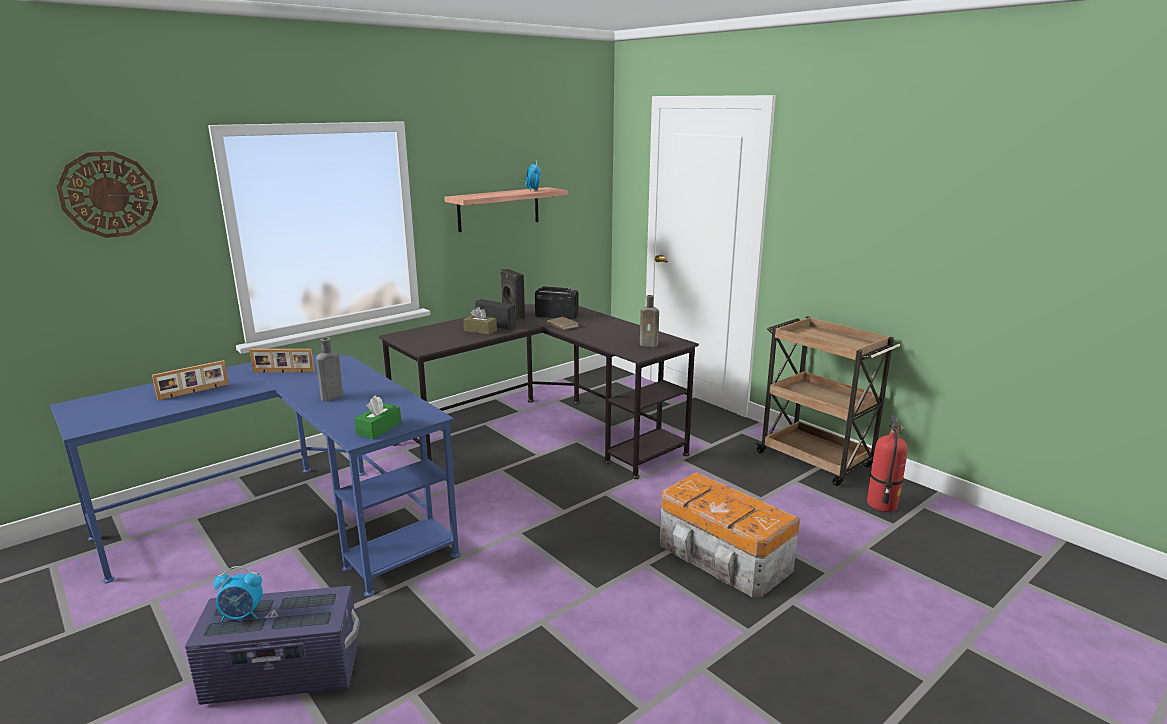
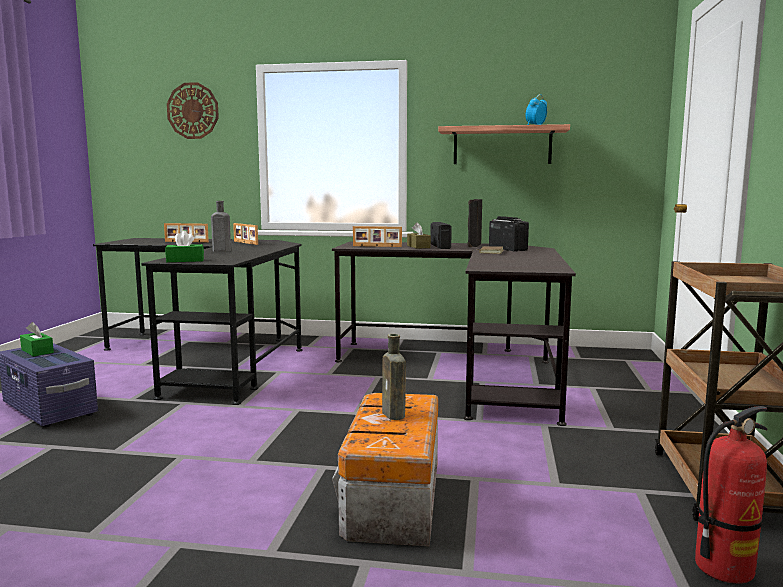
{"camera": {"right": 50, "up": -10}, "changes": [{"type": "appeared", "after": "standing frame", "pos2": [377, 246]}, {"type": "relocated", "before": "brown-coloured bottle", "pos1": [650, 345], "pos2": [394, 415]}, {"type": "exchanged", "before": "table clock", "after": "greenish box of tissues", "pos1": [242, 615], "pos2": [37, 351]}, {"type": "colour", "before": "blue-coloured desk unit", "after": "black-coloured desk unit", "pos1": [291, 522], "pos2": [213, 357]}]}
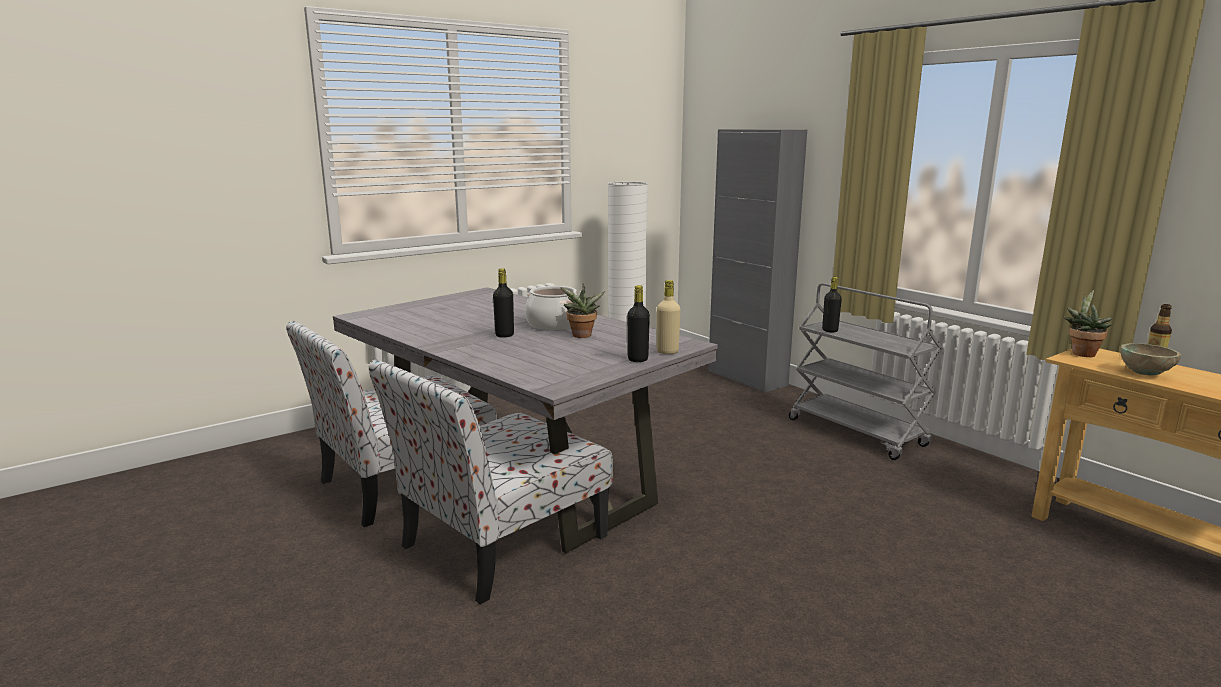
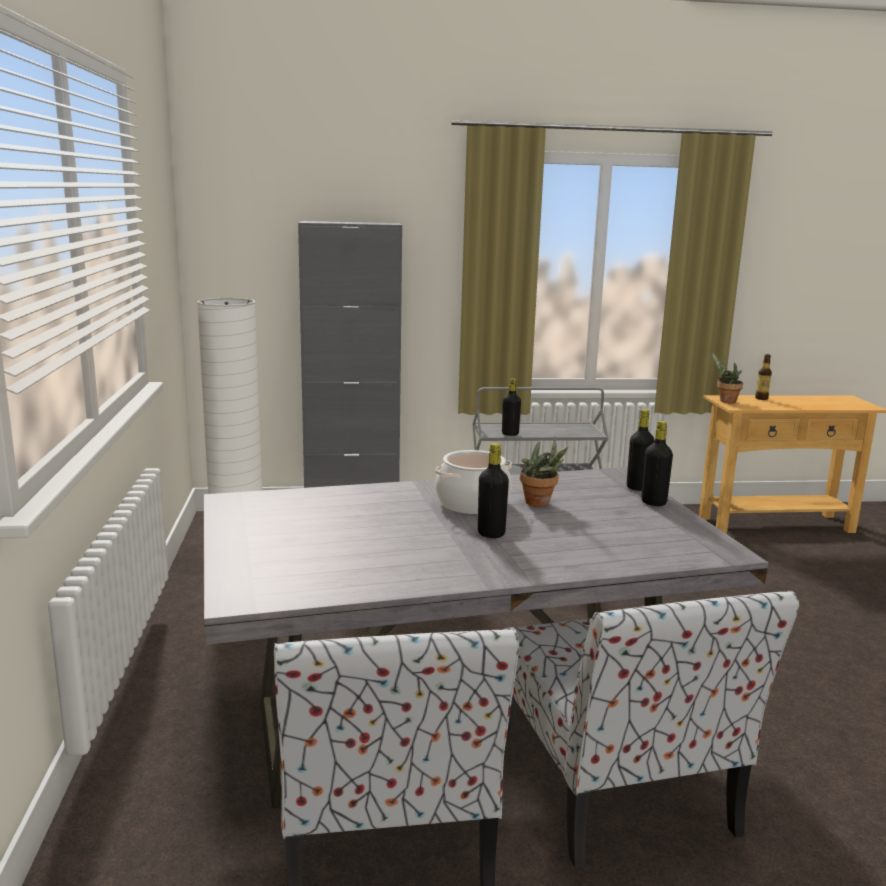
{"camera": {"right": -60, "up": 0}, "changes": [{"type": "missing", "before": "sand-coloured deep dish", "pos1": [1145, 374]}, {"type": "colour", "before": "sand-coloured bottle", "after": "black-coloured bottle", "pos1": [667, 352], "pos2": [637, 487]}]}
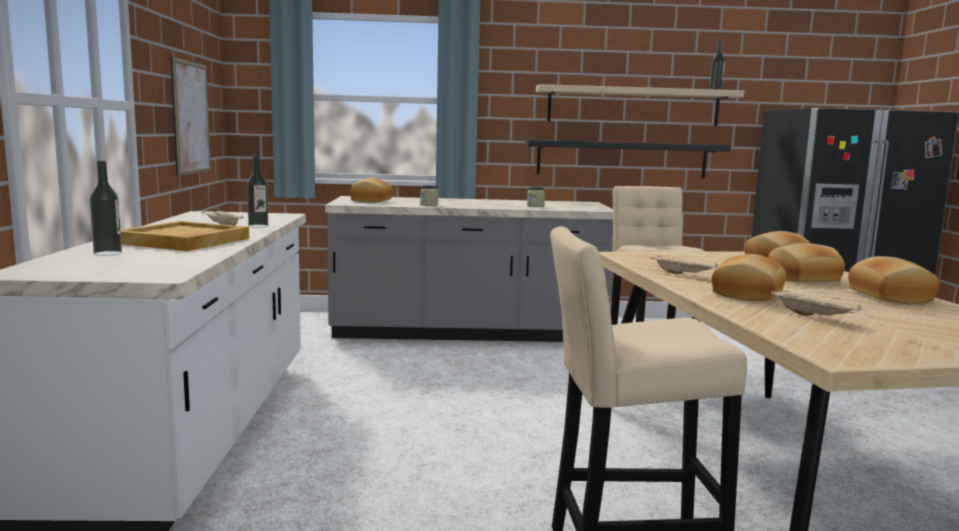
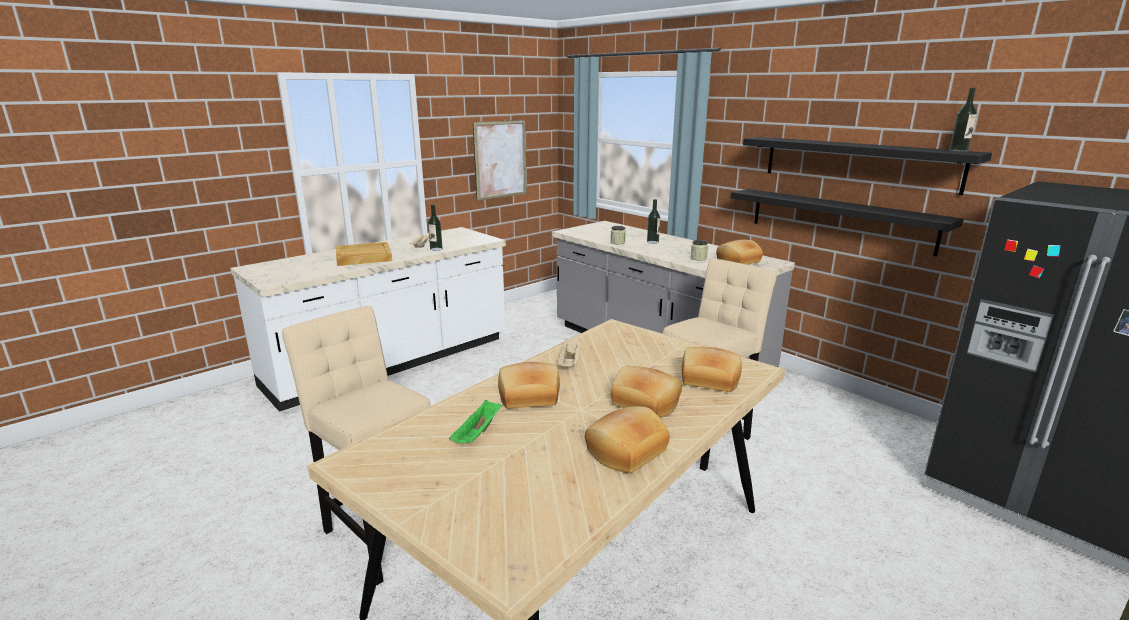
{"camera": {"right": 50, "up": 10}, "changes": [{"type": "relocated", "before": "bottle", "pos1": [108, 253], "pos2": [652, 242]}, {"type": "relocated", "before": "baked bread", "pos1": [372, 201], "pos2": [739, 262]}, {"type": "colour", "before": "sand-coloured bracket shelf", "after": "black-coloured bracket shelf", "pos1": [633, 106], "pos2": [858, 163]}, {"type": "colour", "before": "sand-coloured carrying tray", "after": "greenish carrying tray", "pos1": [814, 316], "pos2": [478, 434]}]}
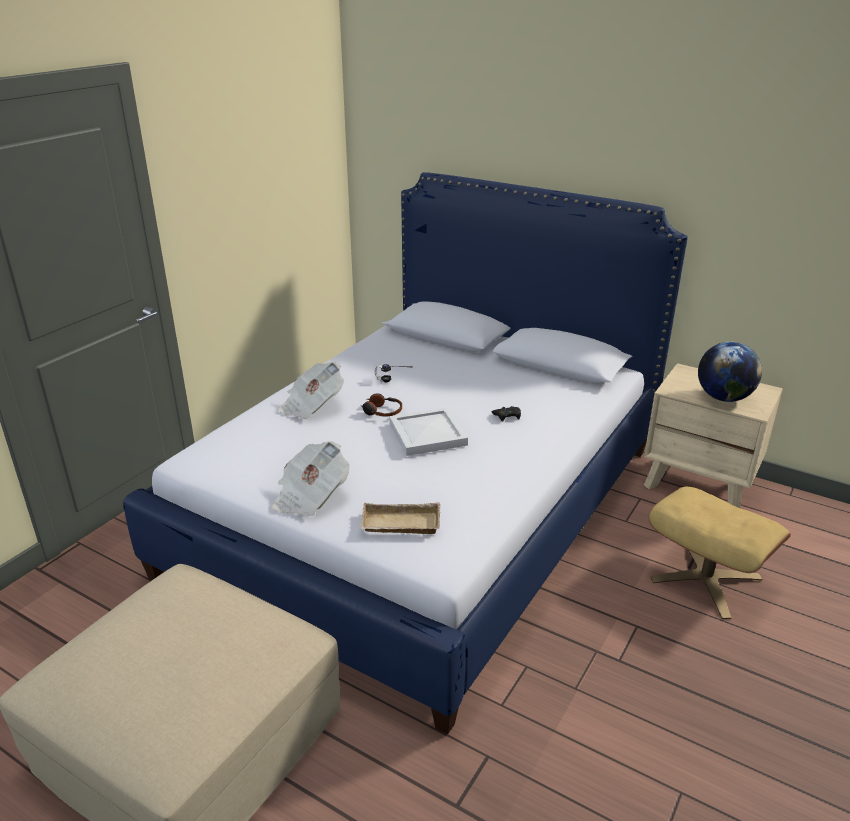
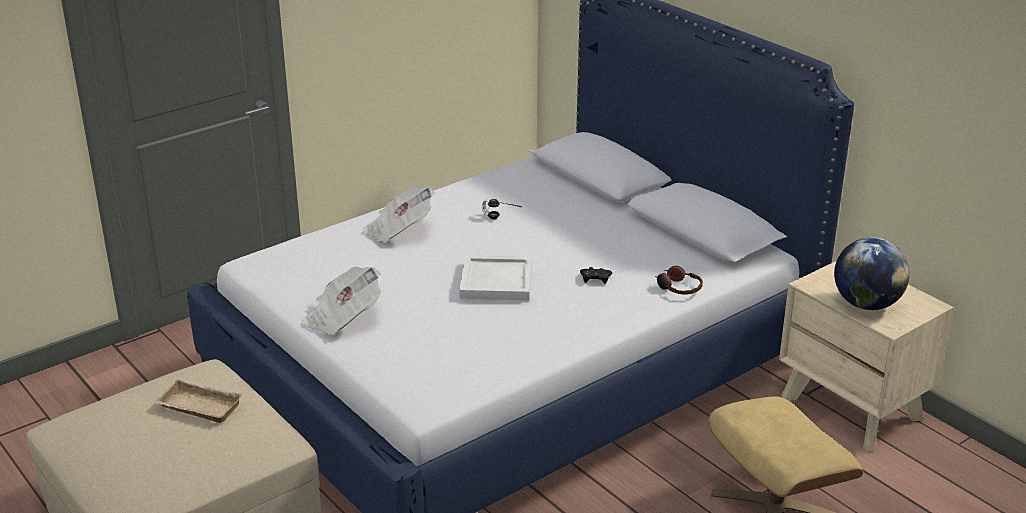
{"camera": {"right": 20, "up": 0}, "changes": [{"type": "relocated", "before": "headset", "pos1": [381, 411], "pos2": [678, 287]}, {"type": "relocated", "before": "sand-coloured carrying tray", "pos1": [399, 525], "pos2": [197, 408]}]}
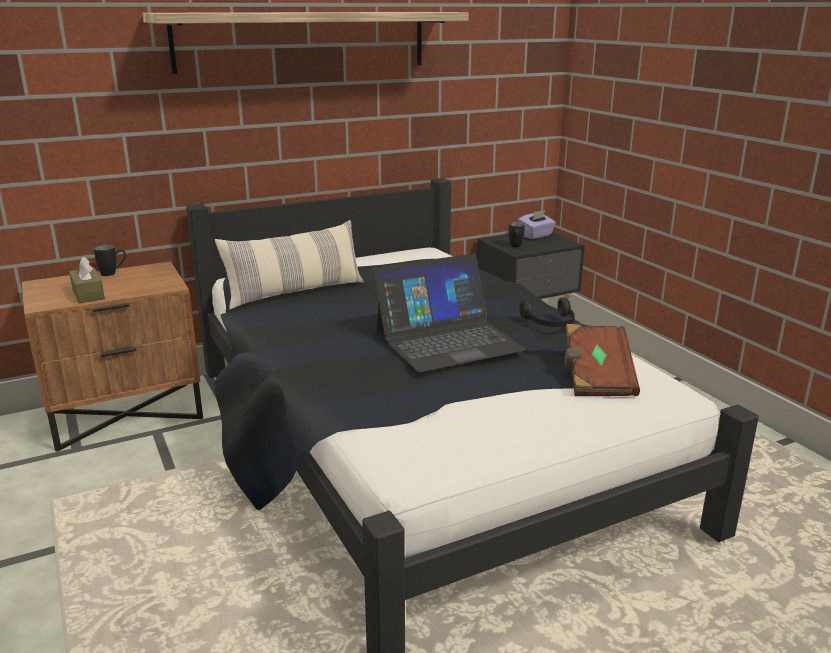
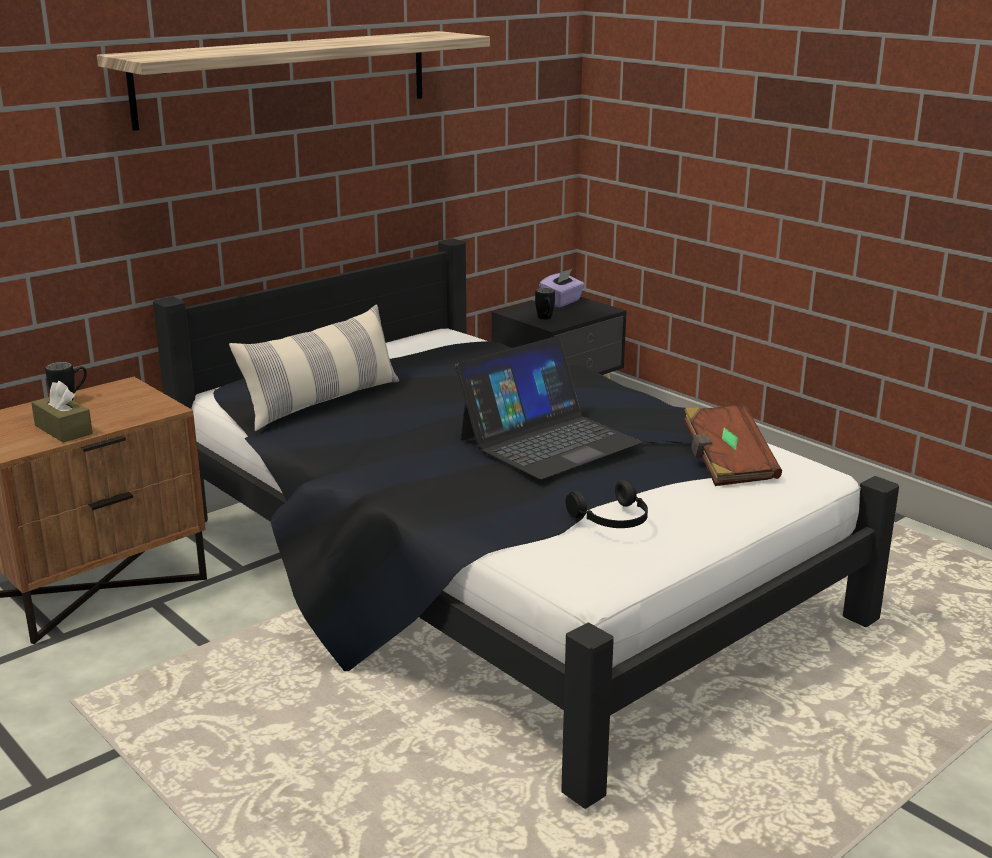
{"camera": {"right": -15, "up": 0}, "changes": [{"type": "relocated", "before": "black-coloured headset", "pos1": [550, 323], "pos2": [613, 520]}]}
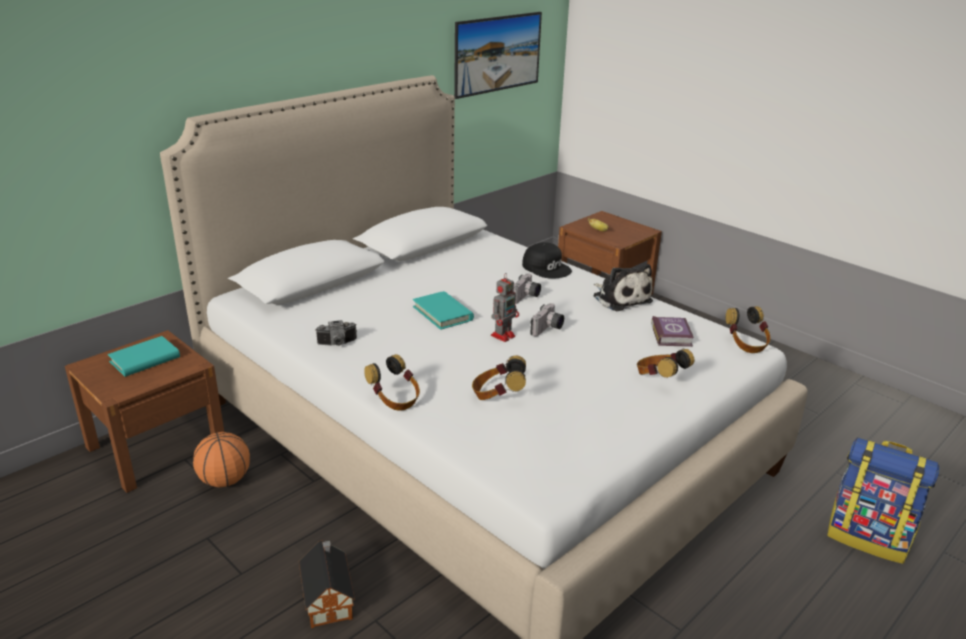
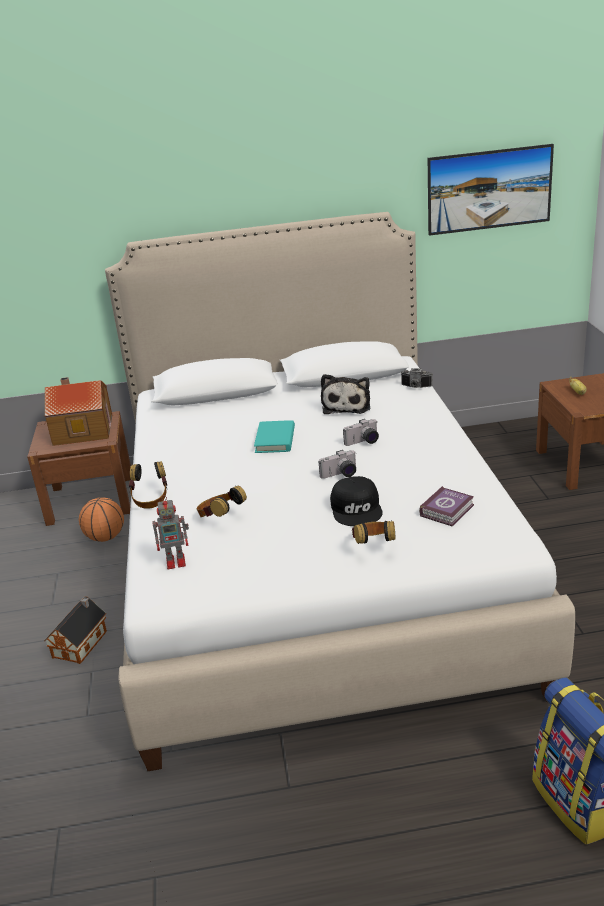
{"camera": {"right": 40, "up": 0}, "changes": [{"type": "missing", "before": "headset", "pos1": [746, 344]}, {"type": "relocated", "before": "still camera", "pos1": [338, 344], "pos2": [415, 387]}, {"type": "relocated", "before": "robot figure", "pos1": [503, 335], "pos2": [177, 561]}, {"type": "relocated", "before": "black-coloured baseball cap", "pos1": [547, 268], "pos2": [357, 508]}, {"type": "relocated", "before": "cuddly toy", "pos1": [620, 298], "pos2": [347, 405]}, {"type": "exchanged", "before": "turquoise volume", "after": "miniature house", "pos1": [145, 360], "pos2": [82, 429]}]}
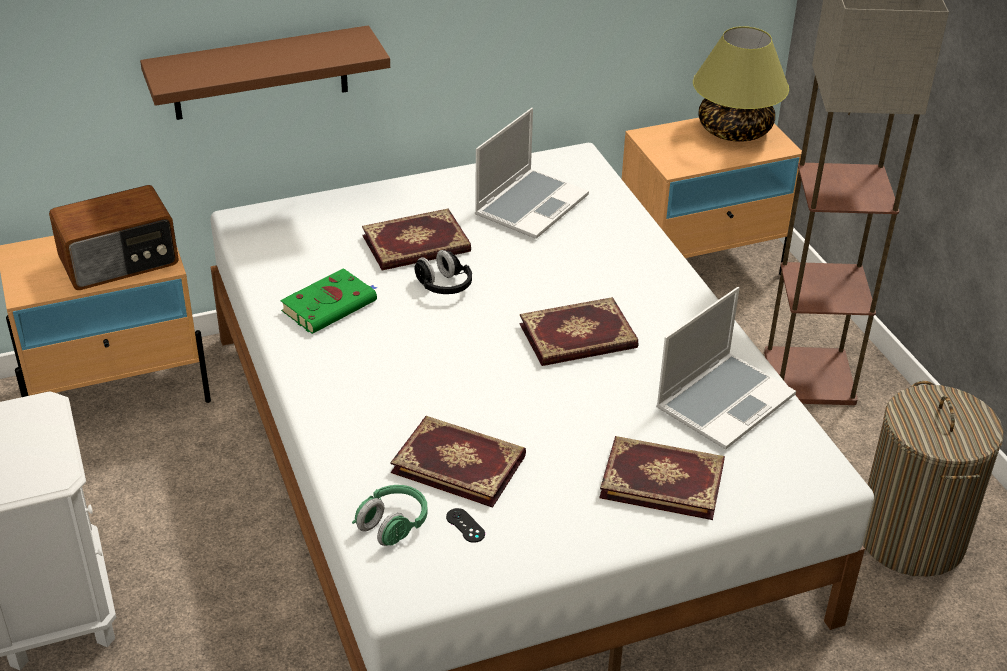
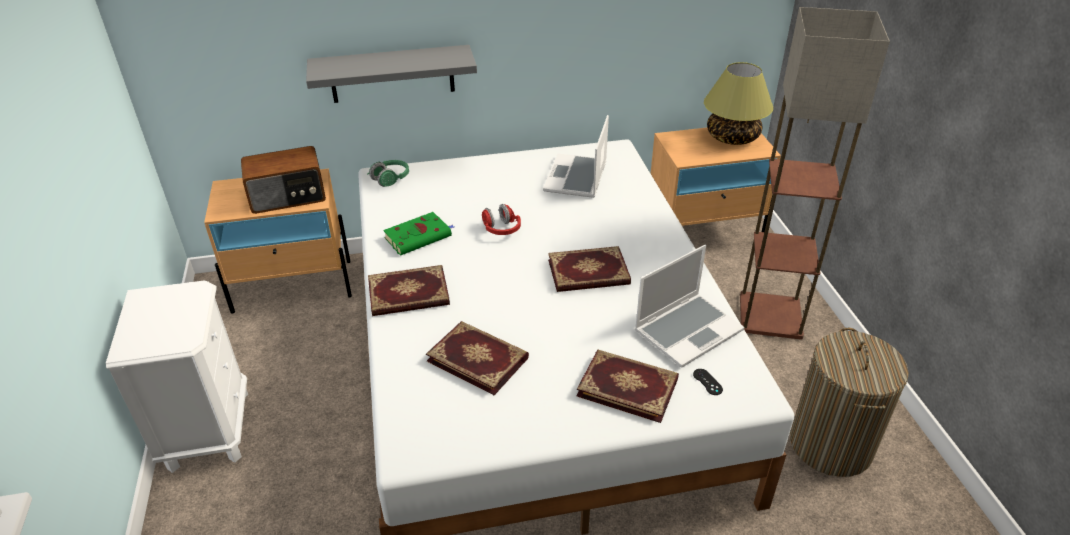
{"camera": {"right": 10, "up": 0}, "changes": [{"type": "relocated", "before": "greenish headset", "pos1": [392, 525], "pos2": [390, 179]}, {"type": "relocated", "before": "volume", "pos1": [416, 245], "pos2": [409, 295]}, {"type": "relocated", "before": "black-coloured gamepad", "pos1": [465, 525], "pos2": [707, 382]}, {"type": "colour", "before": "brown-coloured bracket shelf", "after": "gray bracket shelf", "pos1": [260, 73], "pos2": [392, 74]}, {"type": "colour", "before": "black-coloured headset", "after": "red headset", "pos1": [443, 286], "pos2": [501, 229]}, {"type": "spun", "before": "notebook computer", "pos1": [531, 205], "pos2": [576, 178], "turn": 150}]}
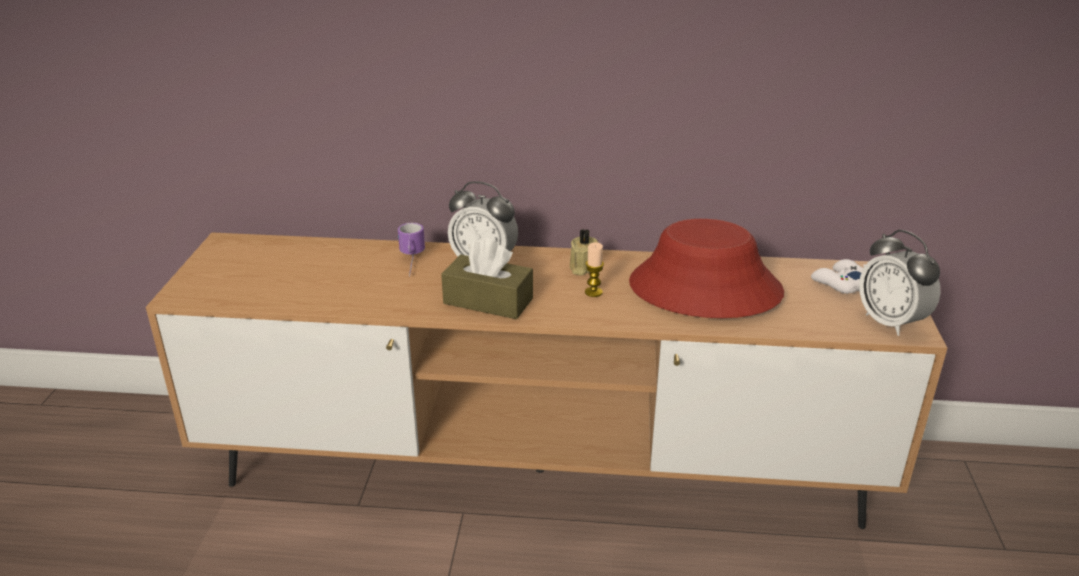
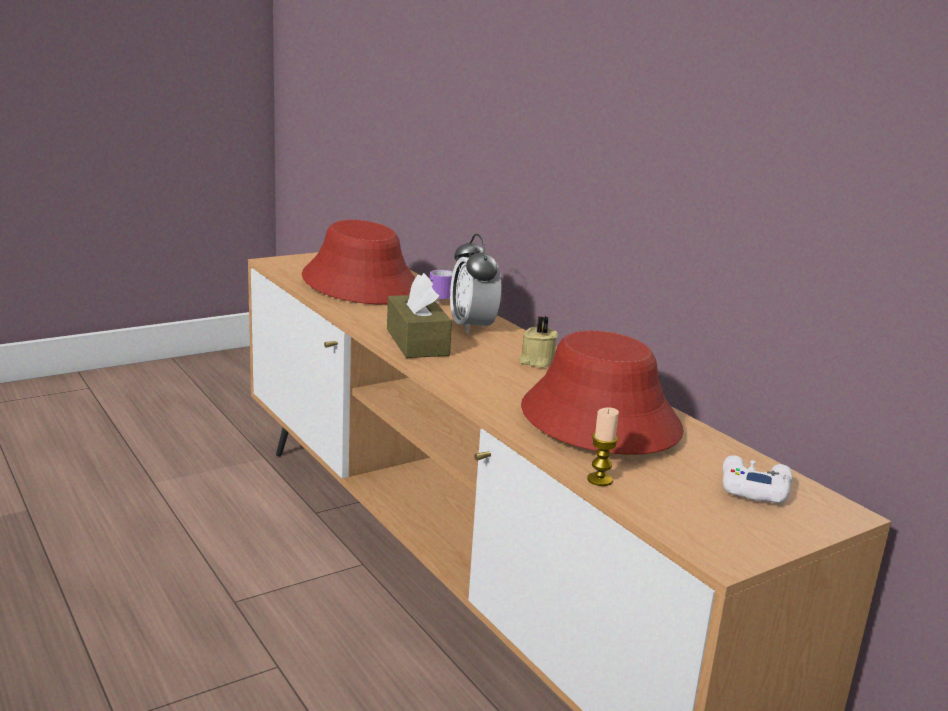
{"camera": {"right": 50, "up": -10}, "changes": [{"type": "missing", "before": "table clock", "pos1": [890, 322]}, {"type": "appeared", "after": "red wearable hat", "pos2": [361, 283]}, {"type": "relocated", "before": "wax light", "pos1": [593, 292], "pos2": [599, 480]}]}
